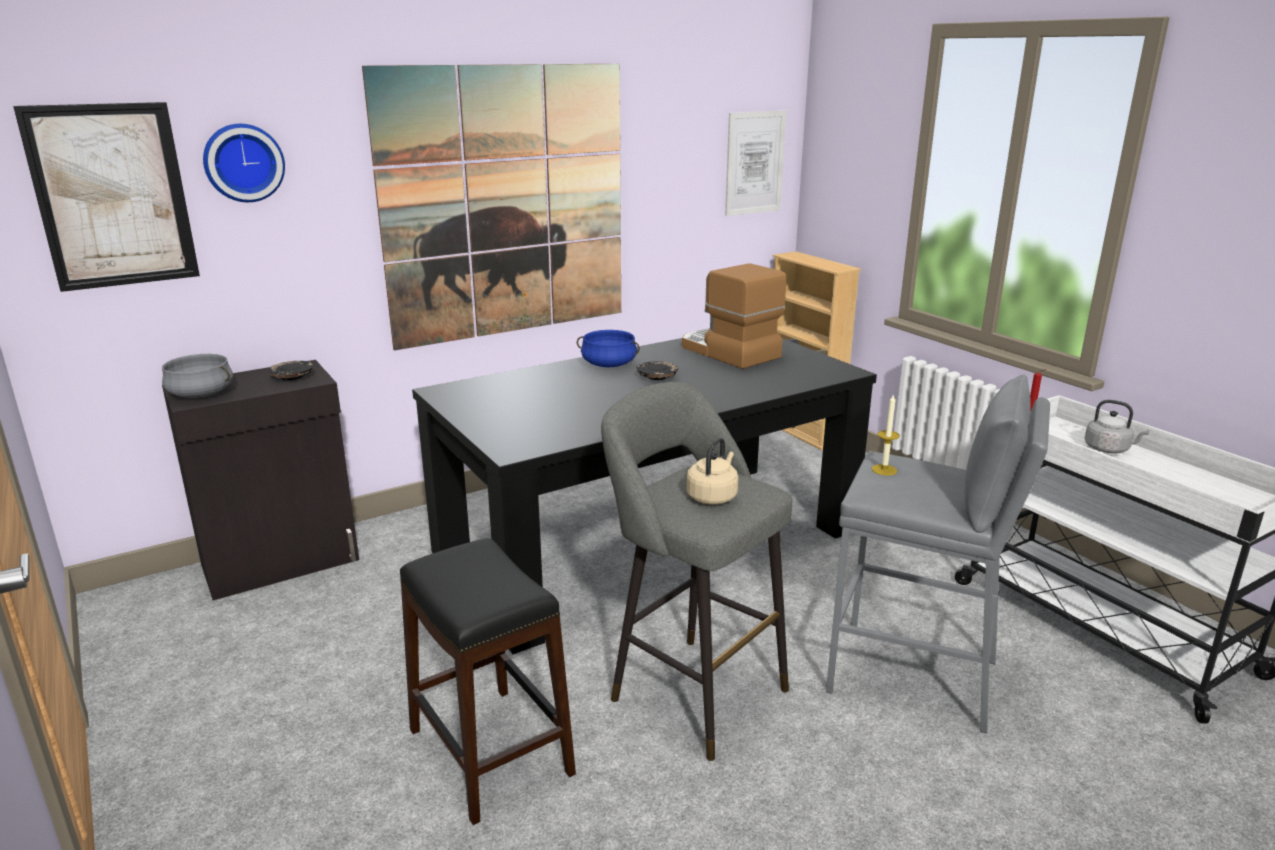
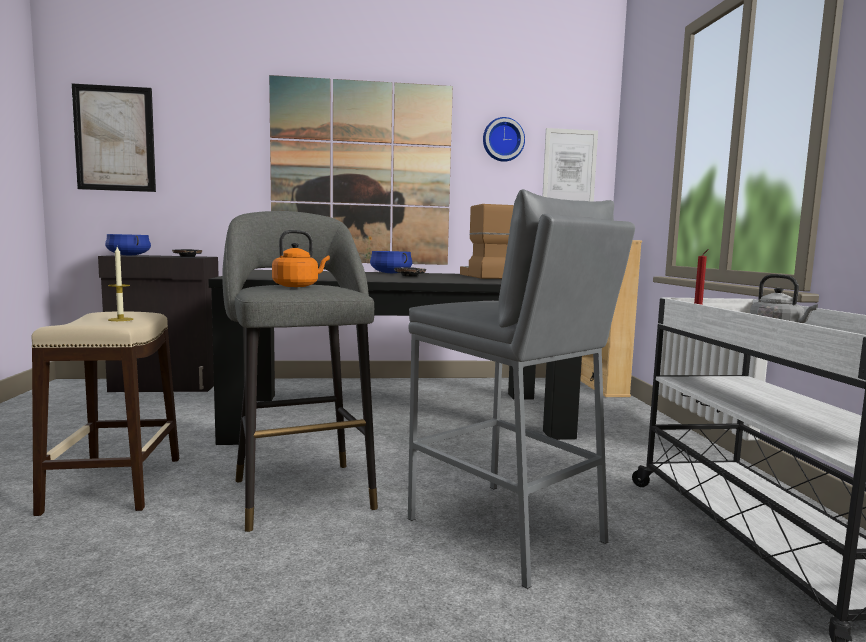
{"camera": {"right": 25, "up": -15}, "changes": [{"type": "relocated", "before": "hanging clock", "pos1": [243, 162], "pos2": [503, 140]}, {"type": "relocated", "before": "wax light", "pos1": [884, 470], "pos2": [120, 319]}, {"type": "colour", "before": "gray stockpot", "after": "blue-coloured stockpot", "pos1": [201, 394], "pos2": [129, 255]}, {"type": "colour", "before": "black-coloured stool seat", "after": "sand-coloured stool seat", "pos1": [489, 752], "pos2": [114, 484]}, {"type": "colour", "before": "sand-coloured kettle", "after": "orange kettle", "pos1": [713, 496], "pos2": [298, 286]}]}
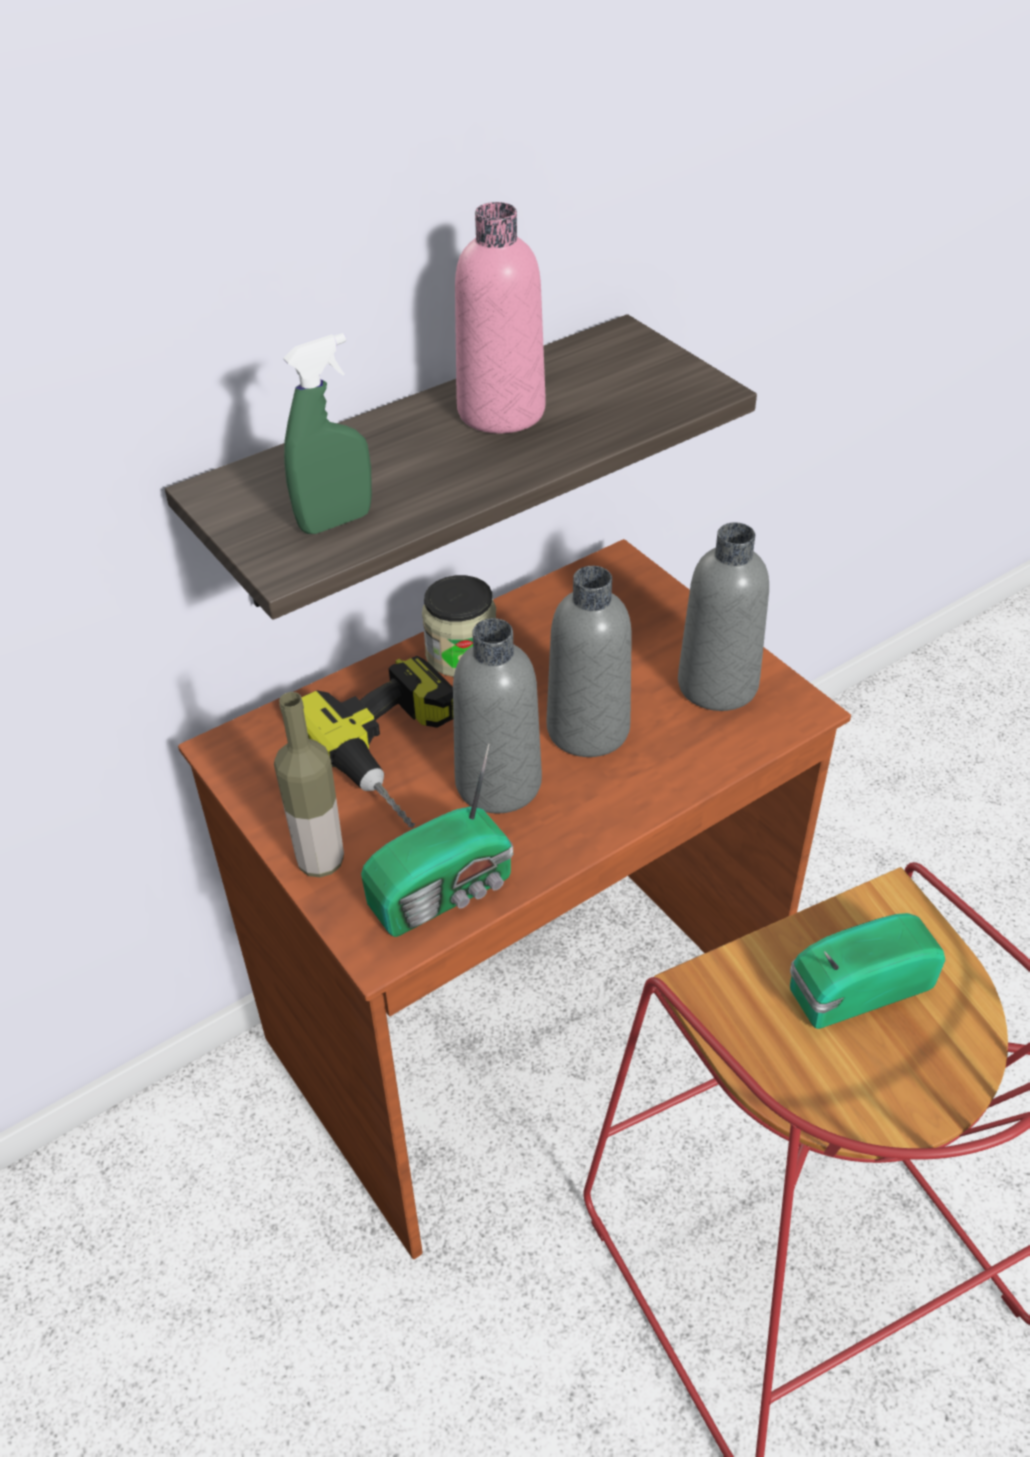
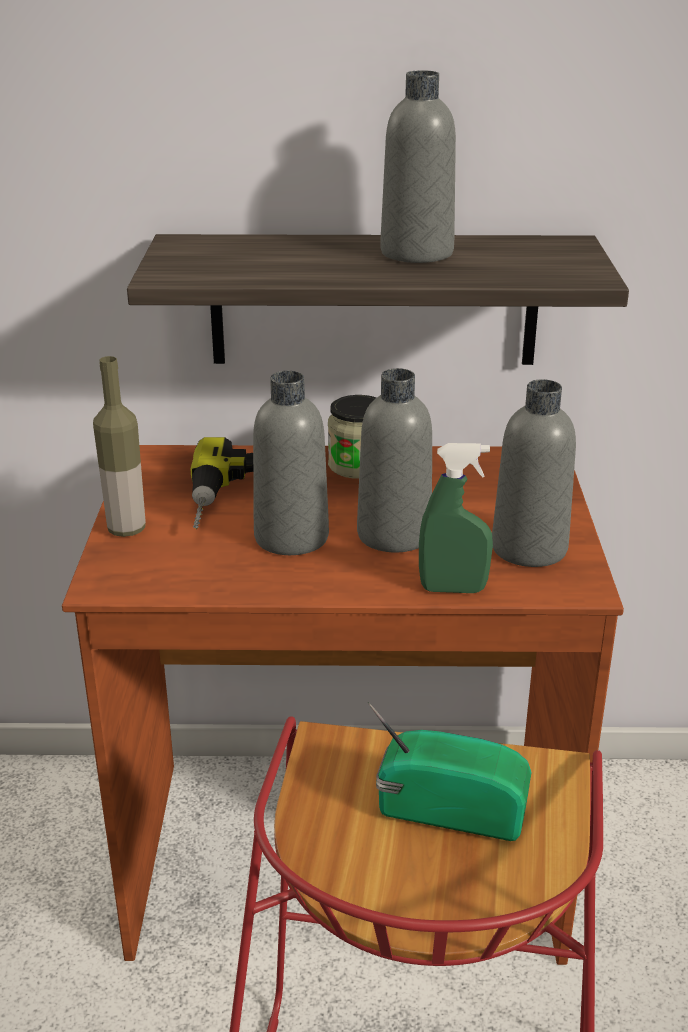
{"camera": {"right": 35, "up": -15}, "changes": [{"type": "missing", "before": "radio", "pos1": [446, 892]}, {"type": "relocated", "before": "greenish hand sprayer", "pos1": [335, 521], "pos2": [453, 589]}, {"type": "colour", "before": "pink-coloured bottle", "after": "gray bottle", "pos1": [501, 411], "pos2": [416, 253]}]}
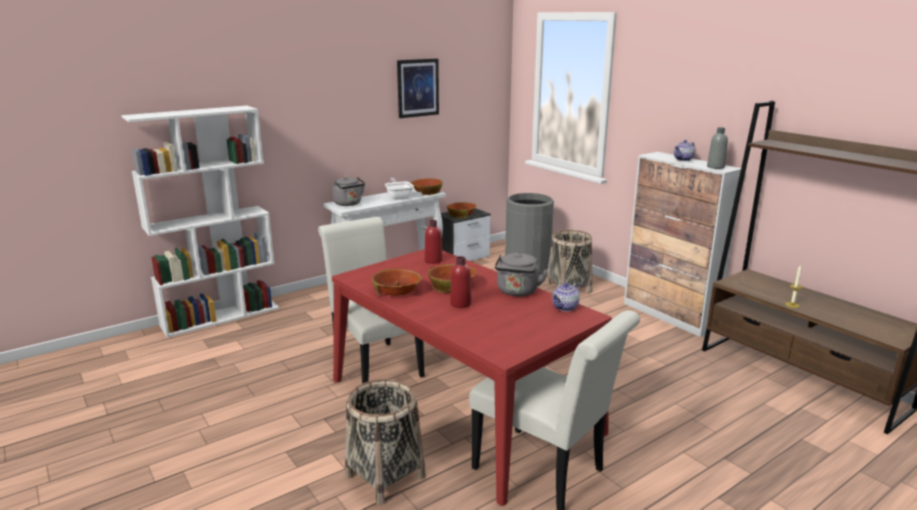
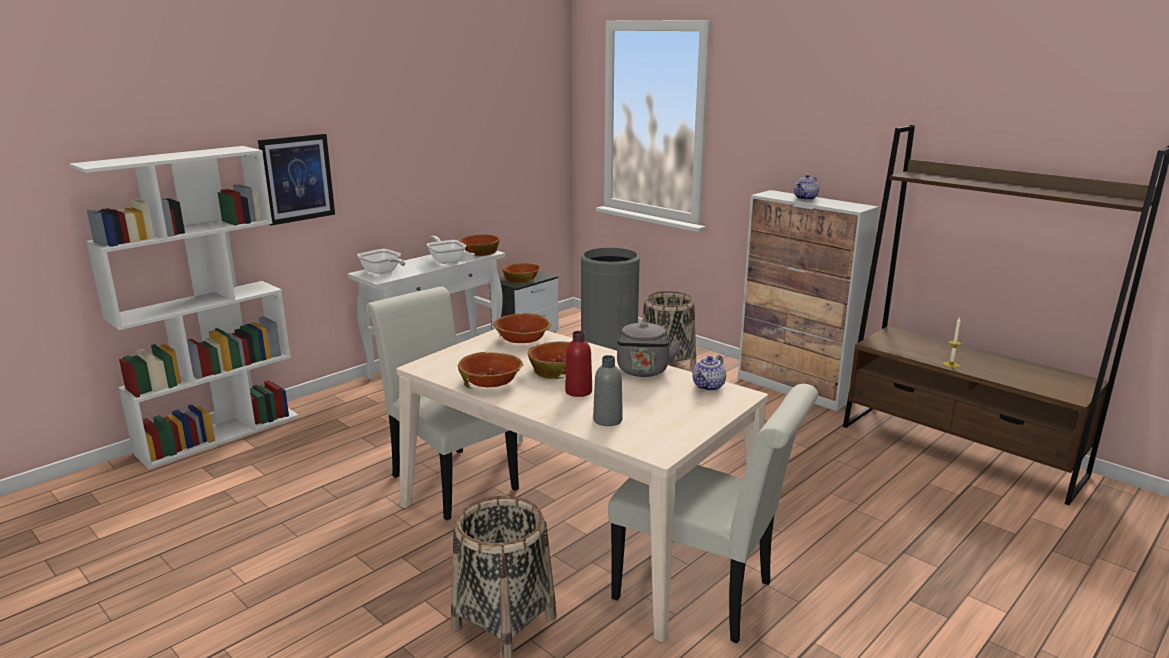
{"camera": {"right": -10, "up": 0}, "changes": [{"type": "relocated", "before": "wall art", "pos1": [417, 88], "pos2": [297, 178]}, {"type": "relocated", "before": "gray bottle", "pos1": [715, 167], "pos2": [607, 420]}, {"type": "exchanged", "before": "gray kettle", "after": "frying pan", "pos1": [349, 204], "pos2": [383, 272]}, {"type": "exchanged", "before": "red bottle", "after": "deep dish", "pos1": [433, 260], "pos2": [522, 339]}, {"type": "colour", "before": "red dining table", "after": "sand-coloured dining table", "pos1": [461, 405], "pos2": [576, 520]}]}
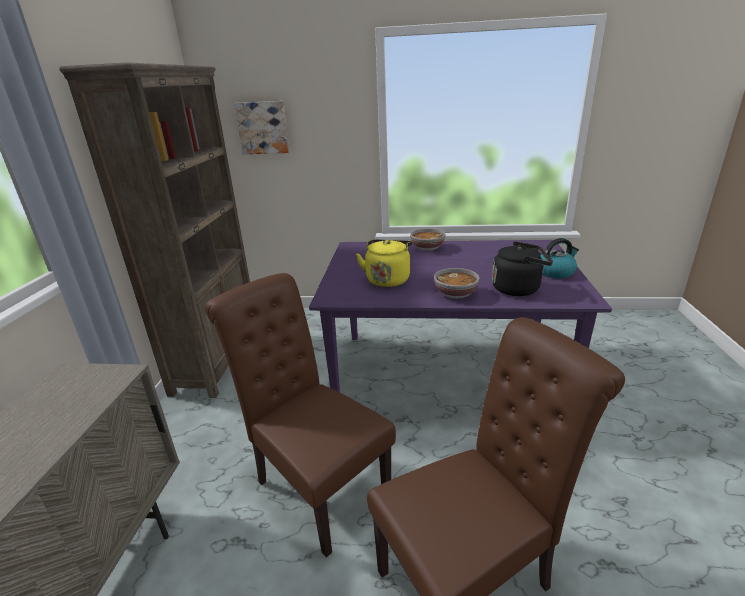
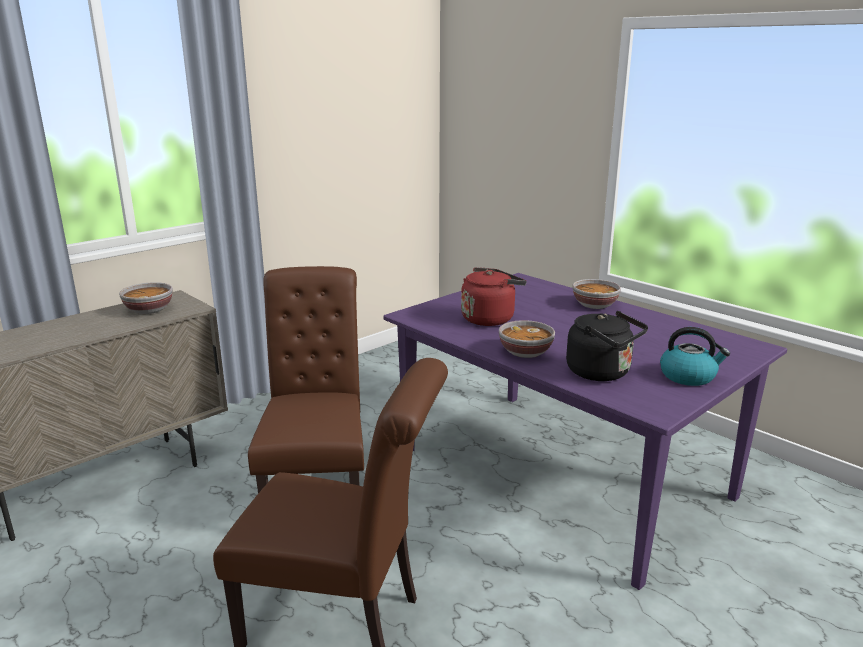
{"camera": {"right": 40, "up": -5}, "changes": [{"type": "missing", "before": "brown-coloured bookcase", "pos1": [218, 358]}, {"type": "missing", "before": "wall art", "pos1": [263, 127]}, {"type": "appeared", "after": "deep dish", "pos2": [149, 310]}, {"type": "colour", "before": "yellow-coloured kettle", "after": "red kettle", "pos1": [388, 279], "pos2": [490, 318]}]}
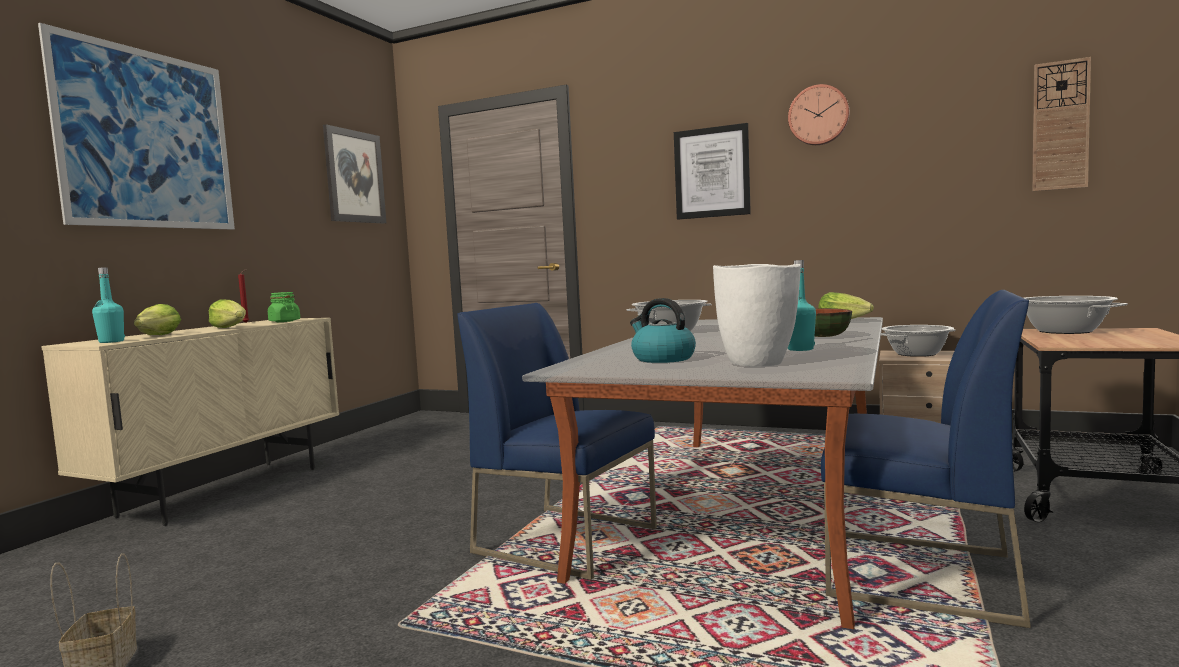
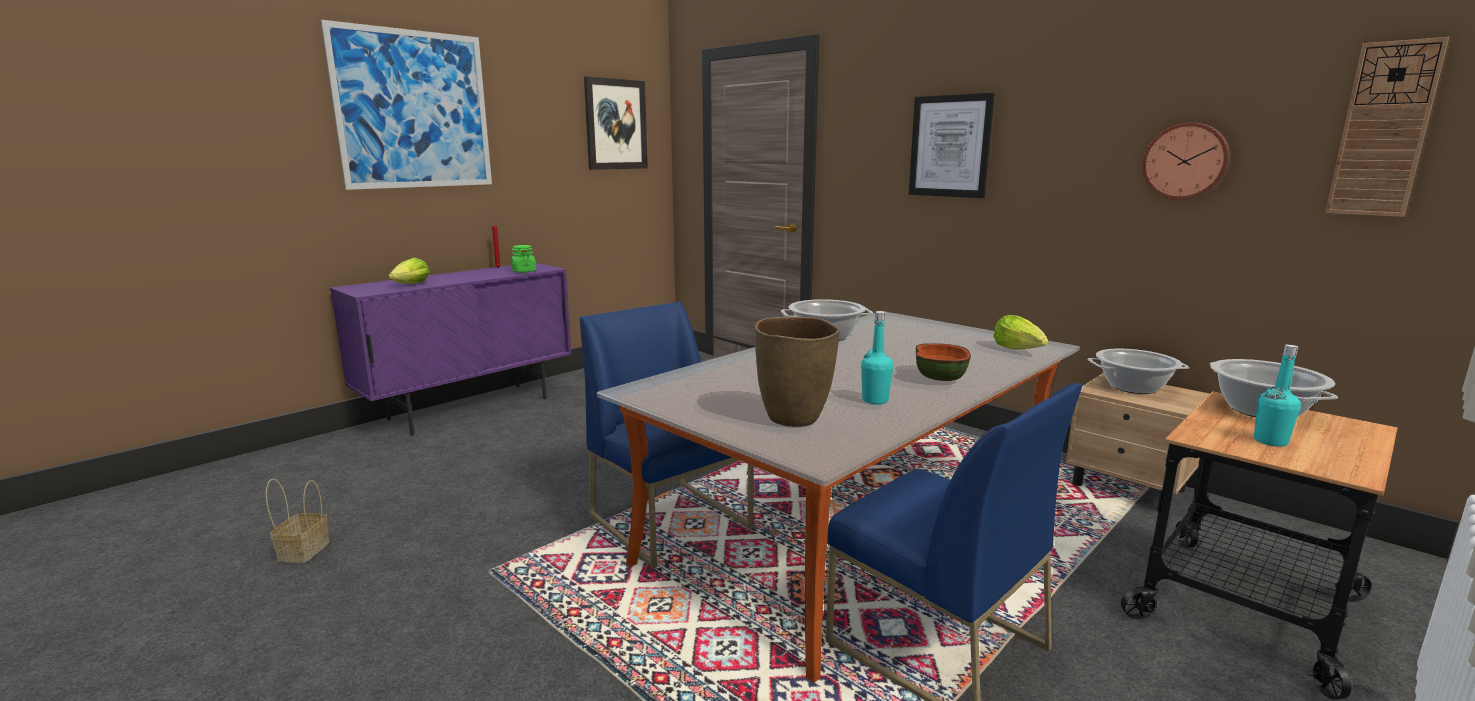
{"camera": {"right": 20, "up": 10}, "changes": [{"type": "missing", "before": "lettuce head", "pos1": [231, 328]}, {"type": "missing", "before": "kettle", "pos1": [662, 359]}, {"type": "relocated", "before": "turquoise bottle", "pos1": [111, 342], "pos2": [1270, 441]}, {"type": "relocated", "before": "hanging clock", "pos1": [818, 115], "pos2": [1186, 161]}, {"type": "colour", "before": "sand-coloured storage cabinet", "after": "purplish storage cabinet", "pos1": [224, 491], "pos2": [470, 408]}, {"type": "colour", "before": "white-coloured decorative vase", "after": "brown-coloured decorative vase", "pos1": [758, 363], "pos2": [795, 418]}]}
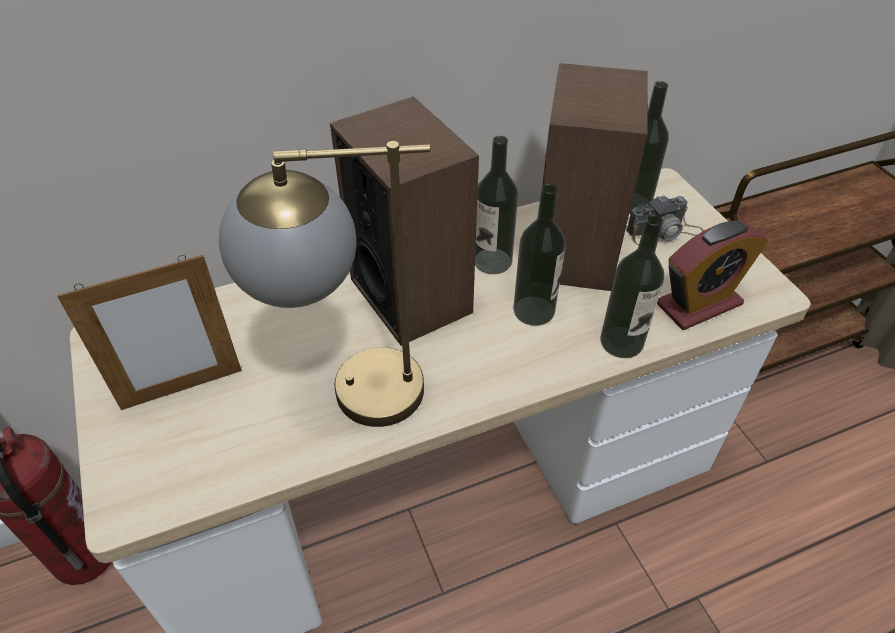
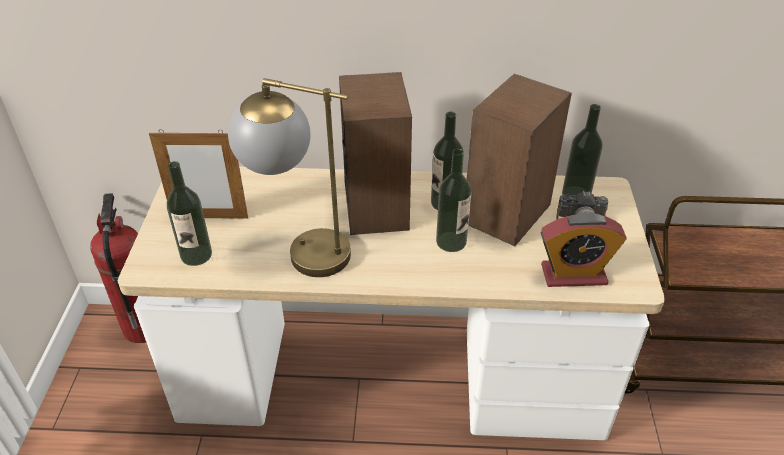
{"camera": {"right": 25, "up": -5}, "changes": [{"type": "relocated", "before": "bottle", "pos1": [621, 342], "pos2": [196, 255]}]}
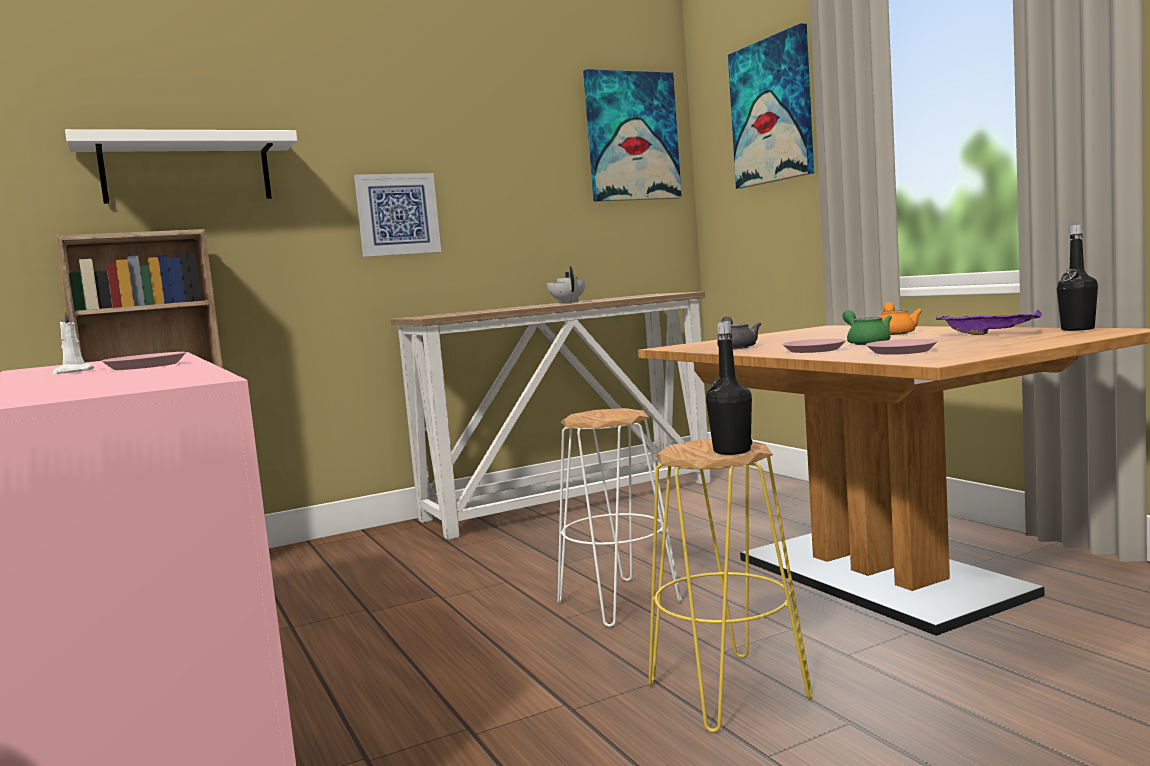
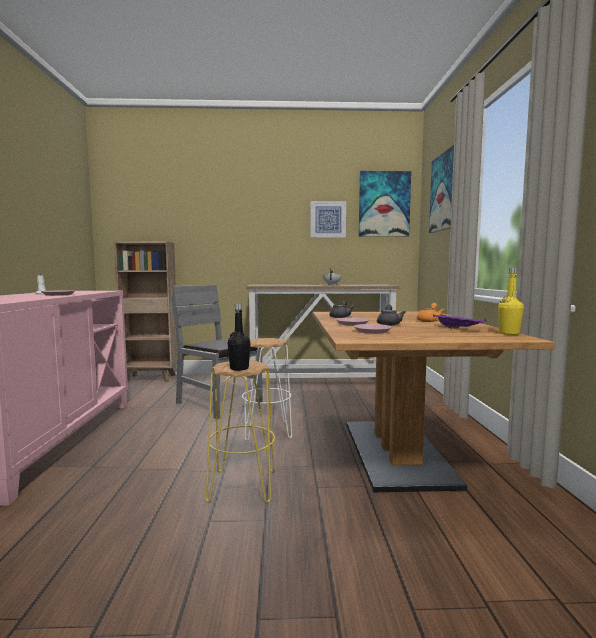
{"camera": {"right": 25, "up": 0}, "changes": [{"type": "missing", "before": "white-coloured bracket shelf", "pos1": [186, 170]}, {"type": "appeared", "after": "gray plain chair", "pos2": [218, 403]}, {"type": "relocated", "before": "wall art", "pos1": [397, 214], "pos2": [328, 219]}, {"type": "colour", "before": "greenish pot for tea", "after": "gray pot for tea", "pos1": [866, 343], "pos2": [389, 324]}, {"type": "colour", "before": "black-coloured bottle", "after": "yellow-coloured bottle", "pos1": [1077, 329], "pos2": [509, 333]}]}
